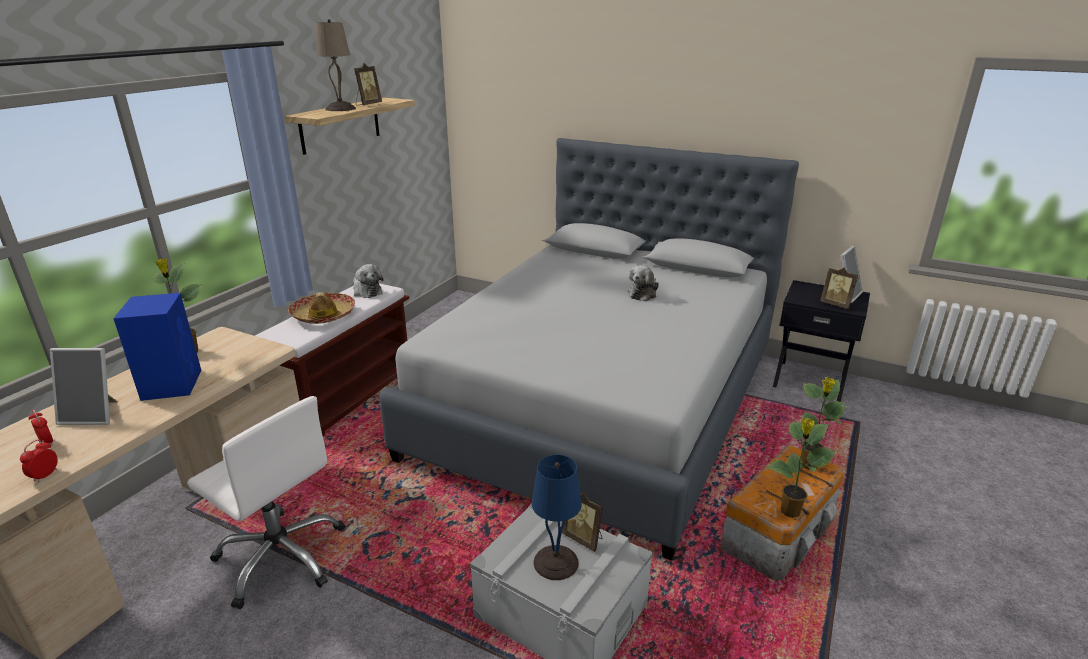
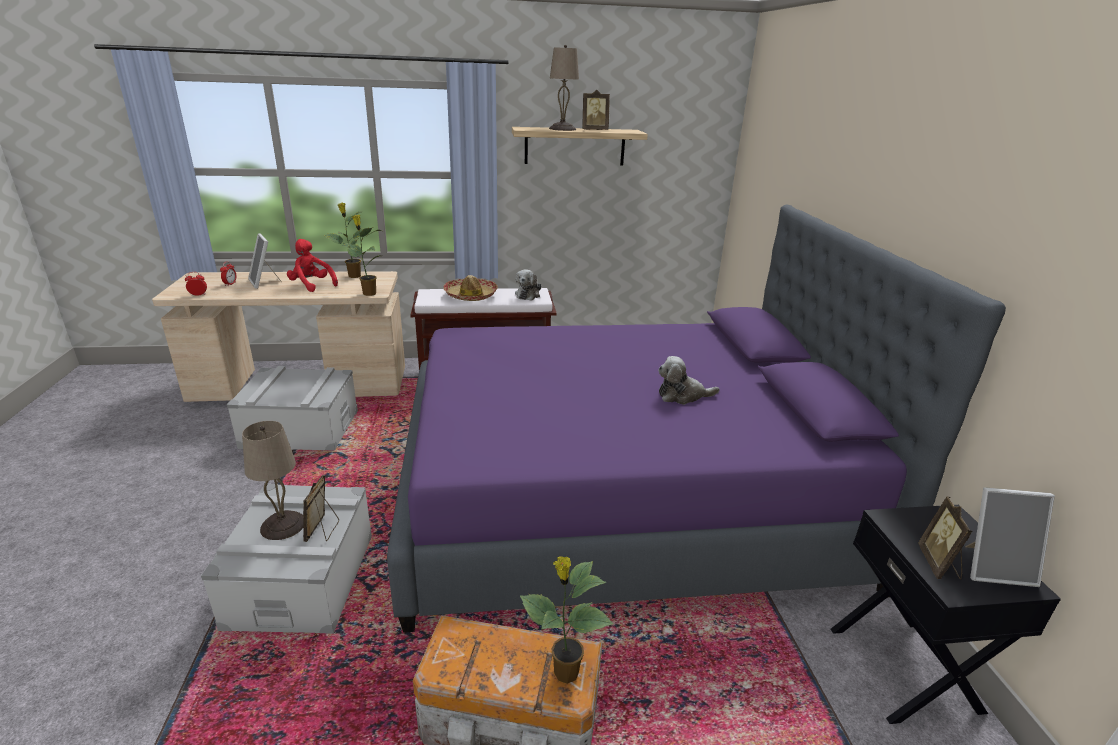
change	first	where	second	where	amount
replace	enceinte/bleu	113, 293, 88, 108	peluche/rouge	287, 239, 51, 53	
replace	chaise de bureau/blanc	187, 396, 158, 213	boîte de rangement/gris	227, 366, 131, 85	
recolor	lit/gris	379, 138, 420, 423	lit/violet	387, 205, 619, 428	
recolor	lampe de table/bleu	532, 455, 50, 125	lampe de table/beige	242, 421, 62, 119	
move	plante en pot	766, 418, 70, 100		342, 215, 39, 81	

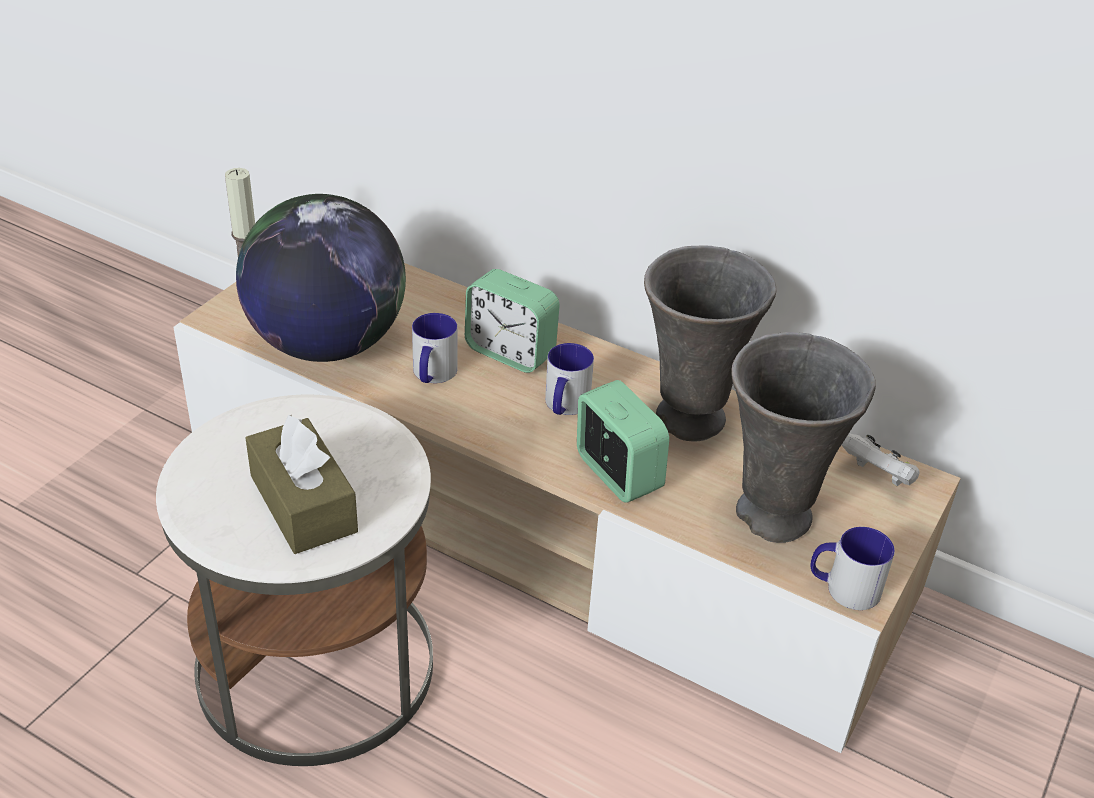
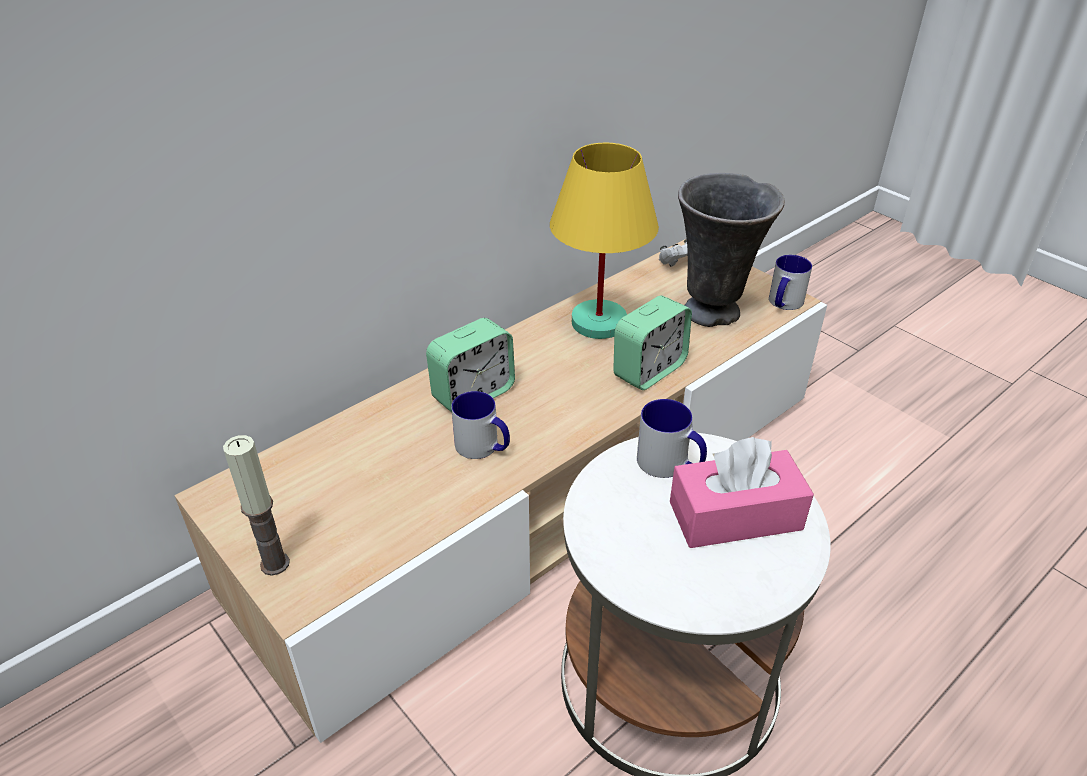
change	first	where	second	where	amount
delete	globe	236, 194, 170, 168			
recolor	boîte à mouchoirs/marron	246, 414, 112, 140	boîte à mouchoirs/rose	670, 437, 144, 111	
move	mug	545, 343, 49, 72		637, 399, 70, 79	
rotate	réveil	577, 380, 92, 123		613, 295, 79, 95	150 degrees clockwise
replace	vase/gris	644, 245, 132, 197	lampe de table/jaune	550, 143, 109, 196	

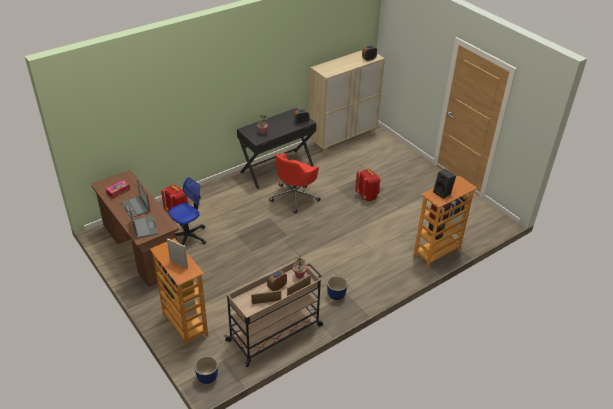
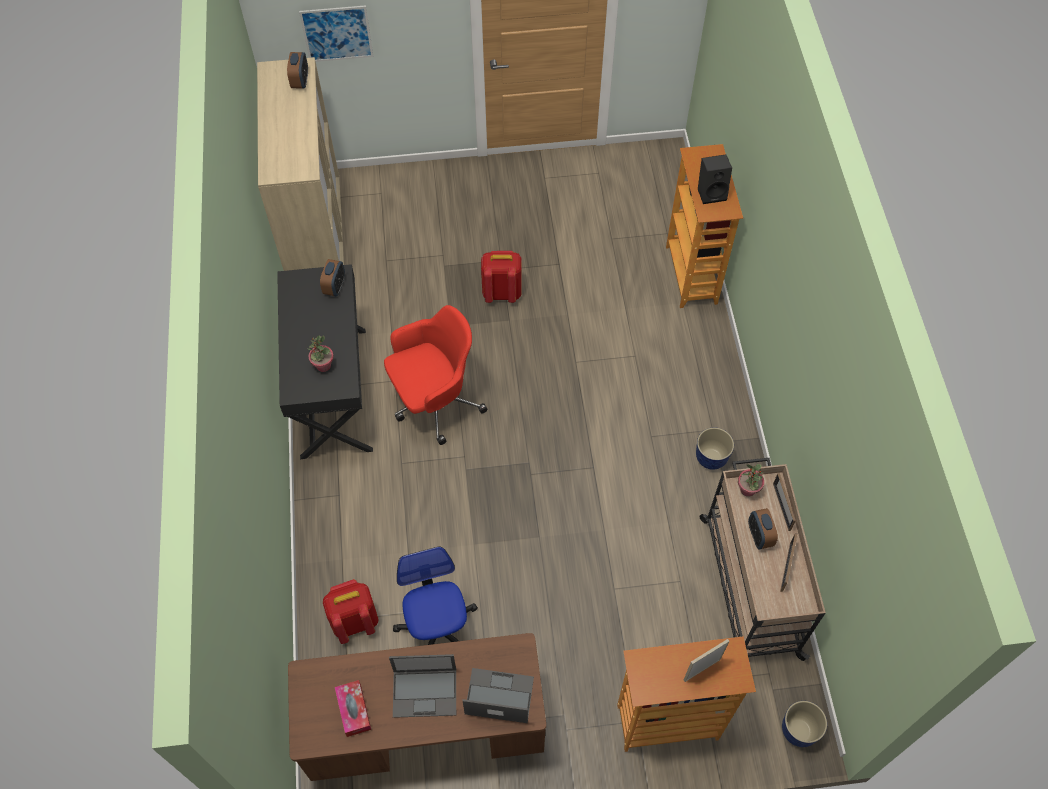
change	first	where	second	where	amount
rotate	chaise de bureau/rouge	269, 153, 52, 60		384, 305, 104, 140	90 degrees counterclockwise
insert			tableau	299, 5, 74, 57	

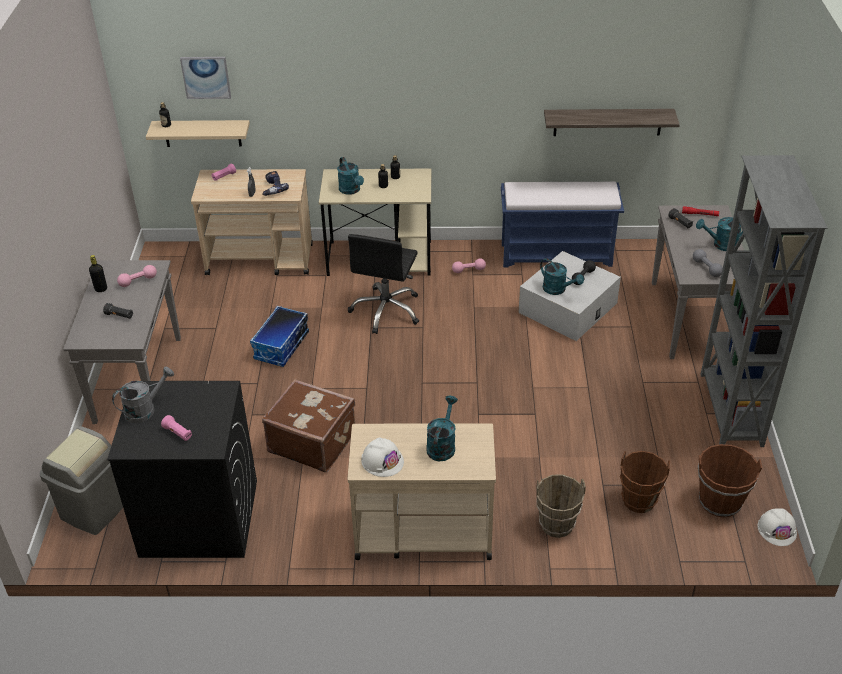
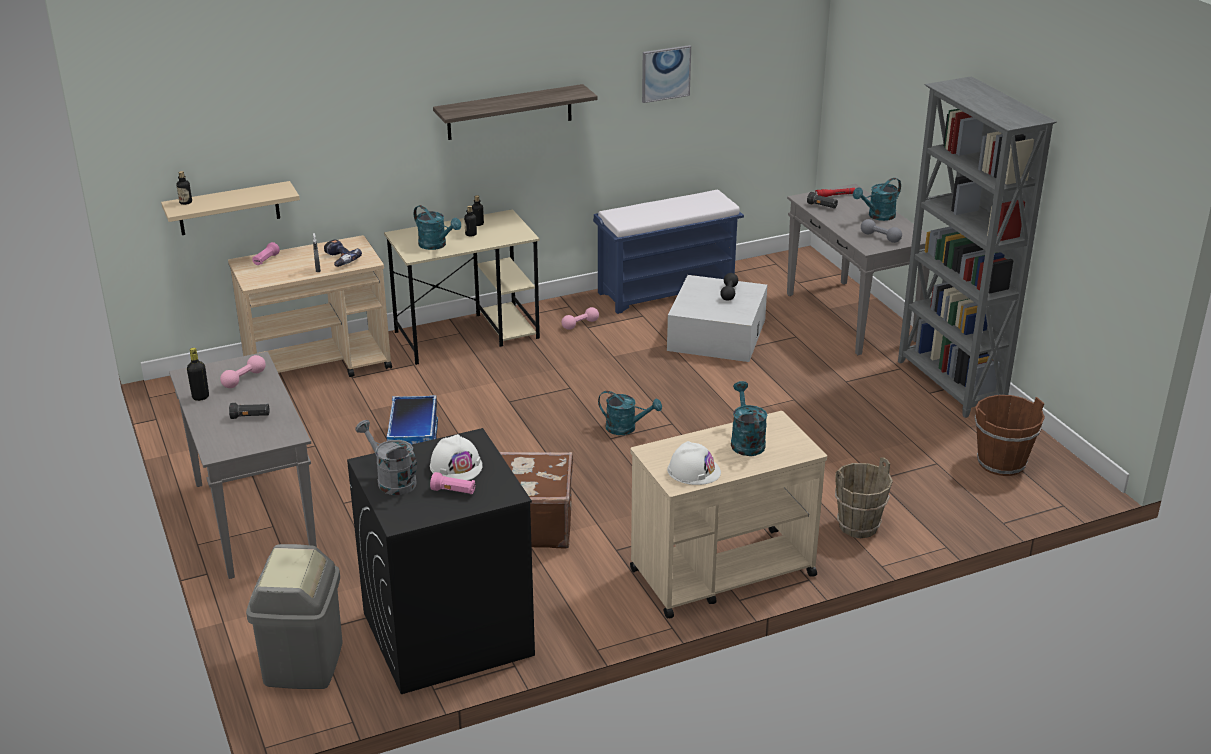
change	first	where	second	where	amount
rotate	arrosoir/gris	112, 366, 62, 57		355, 420, 62, 75	75 degrees counterclockwise
move	tableau	180, 57, 51, 42		642, 45, 49, 58	
delete	chaise de bureau/noir	348, 234, 71, 100			
move	arrosoir/turquoise	540, 258, 44, 37		598, 391, 64, 44	
move	étagère	544, 109, 136, 27		433, 84, 165, 56	
delete	seau/marron	620, 451, 50, 62			
move	casque de chantier/blanc	758, 508, 39, 38		430, 434, 53, 46	

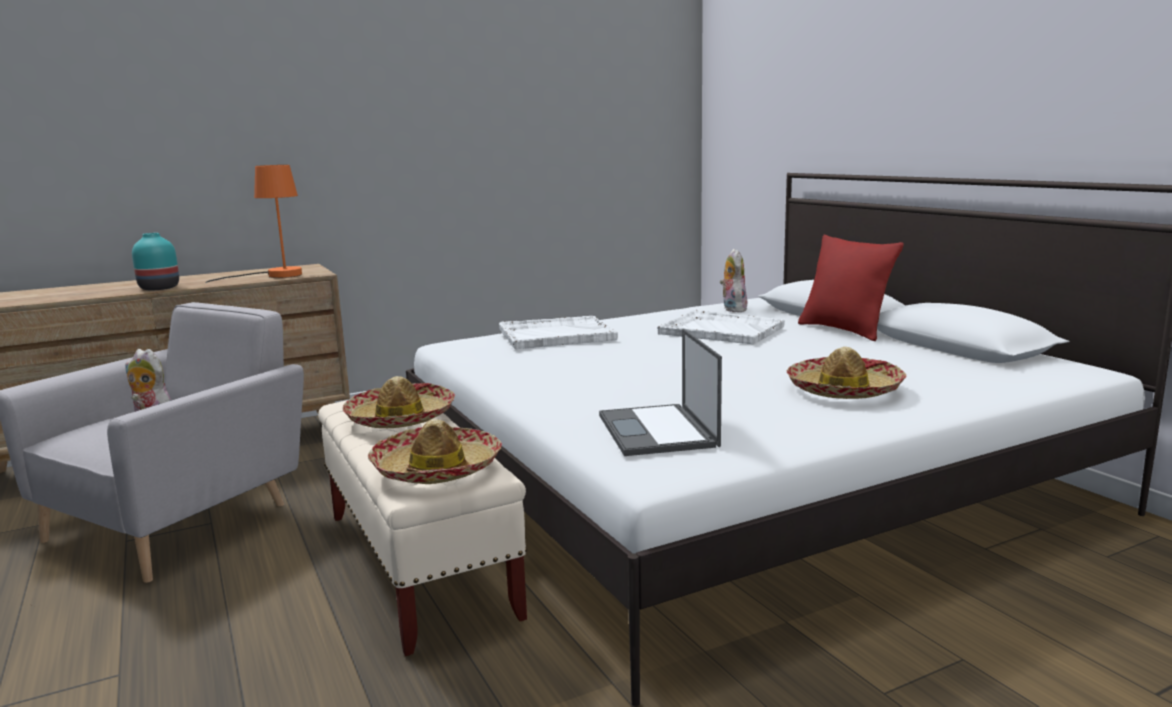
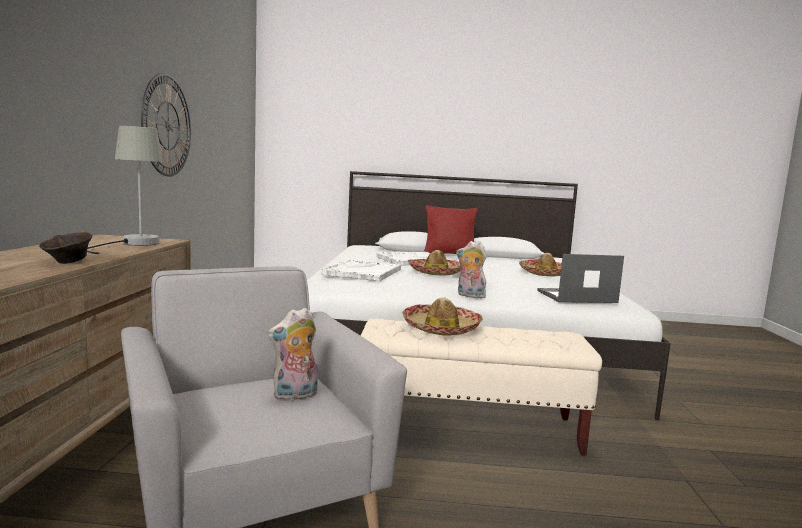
change	first	where	second	where	amount
replace	vase/turquoise	132, 233, 47, 57	bol/marron	39, 232, 53, 32	
recolor	lampe de table/orange	205, 165, 97, 118	lampe de table/gris	87, 126, 76, 128	
move	chapeau	368, 419, 134, 65		408, 250, 52, 25	
rotate	ordinateur portable	599, 329, 123, 127		537, 254, 87, 49	150 degrees clockwise
move	peluche	720, 249, 27, 63		456, 241, 31, 57	
insert			horloge murale	141, 73, 50, 104	

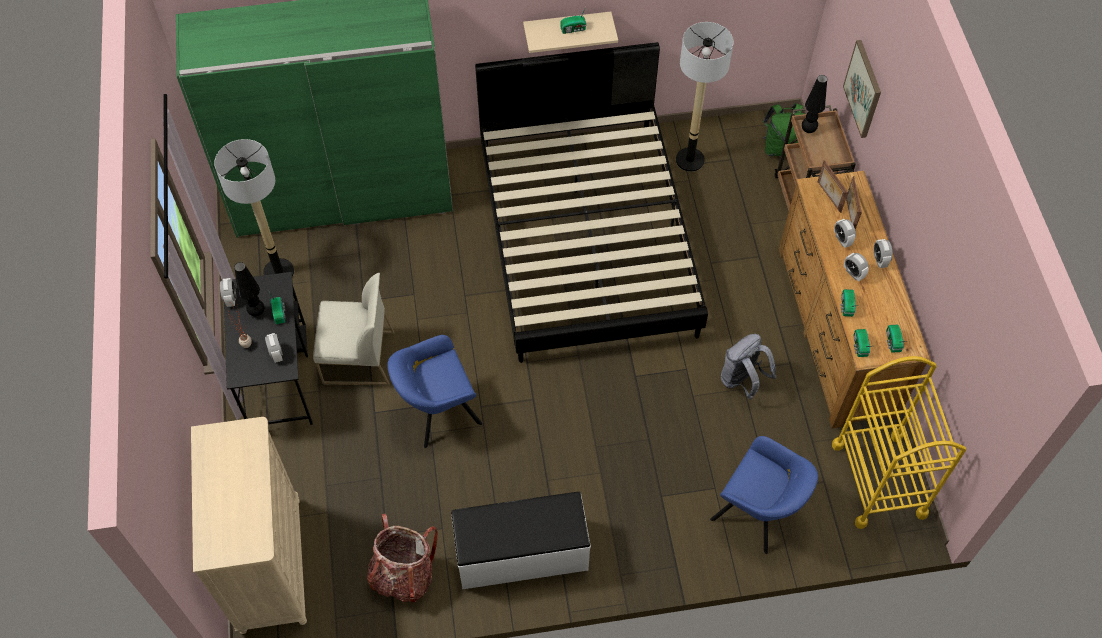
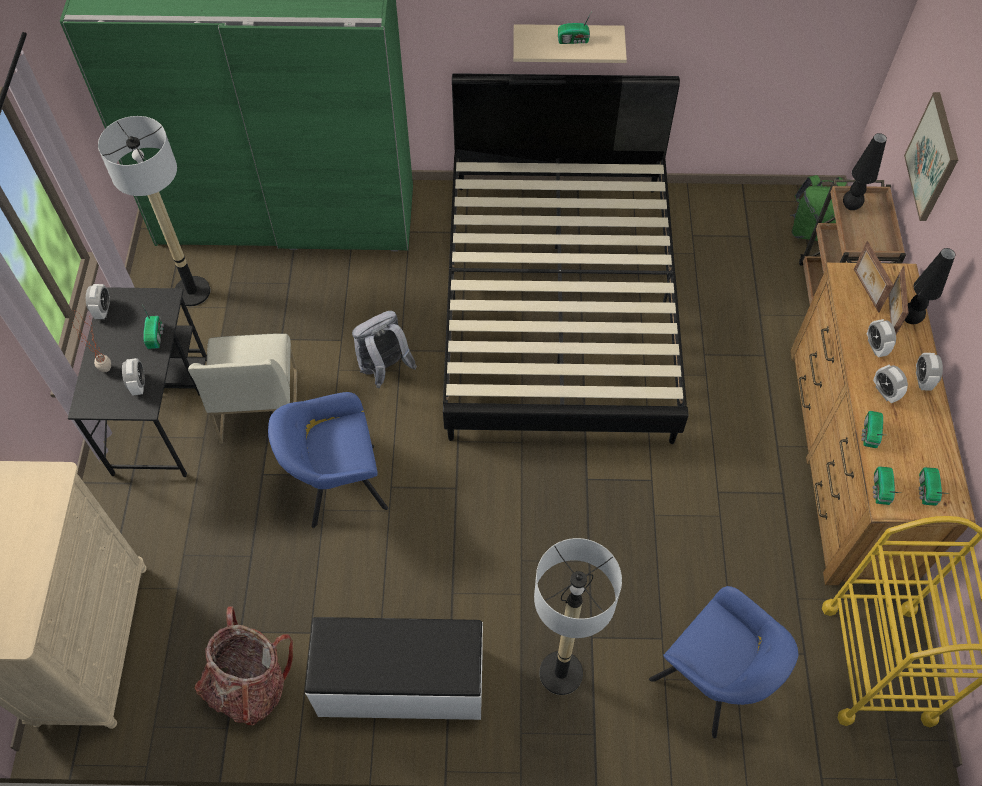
change	first	where	second	where	amount
move	lampe de table/noir	234, 262, 30, 54		905, 248, 50, 76	
rotate	chaise/blanc	313, 273, 81, 112		188, 333, 109, 111	75 degrees clockwise
move	lampadaire	676, 22, 58, 150		534, 538, 88, 157	
move	sac à dos/gris	721, 334, 55, 66		352, 311, 65, 77	

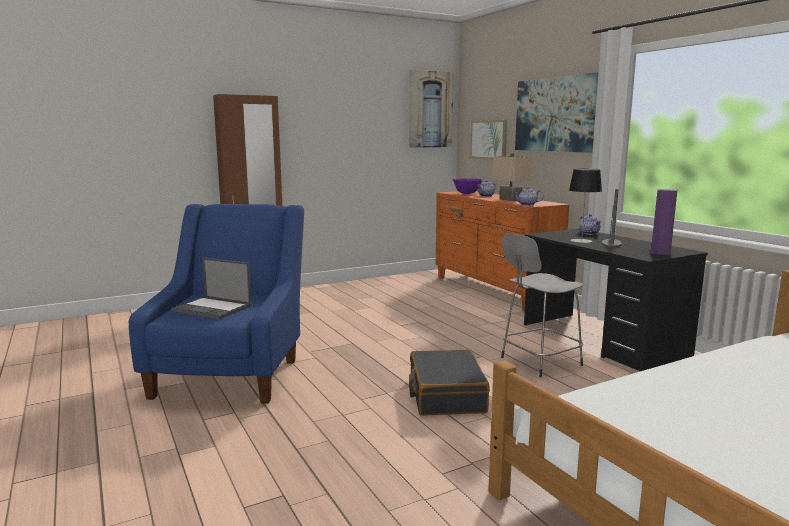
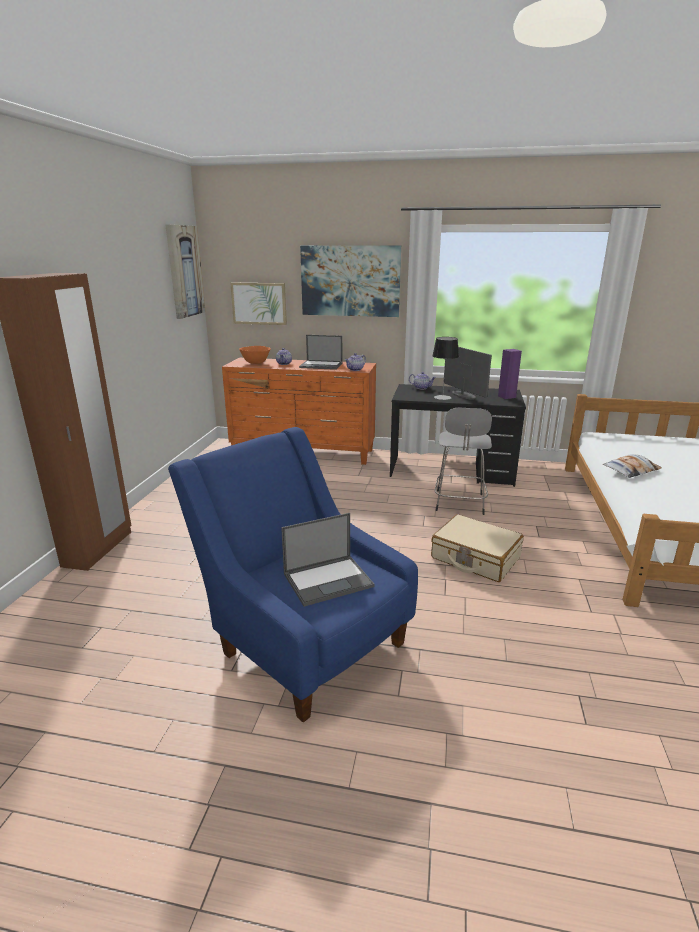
change	first	where	second	where	amount
recolor	valise/noir	409, 349, 81, 66	valise/beige	431, 514, 93, 68	
recolor	bol/violet	453, 178, 29, 16	bol/orange	239, 346, 32, 18	
replace	lampe de table/beige	493, 153, 38, 48	ordinateur portable	299, 335, 43, 35	
insert			coussin	603, 454, 59, 24	

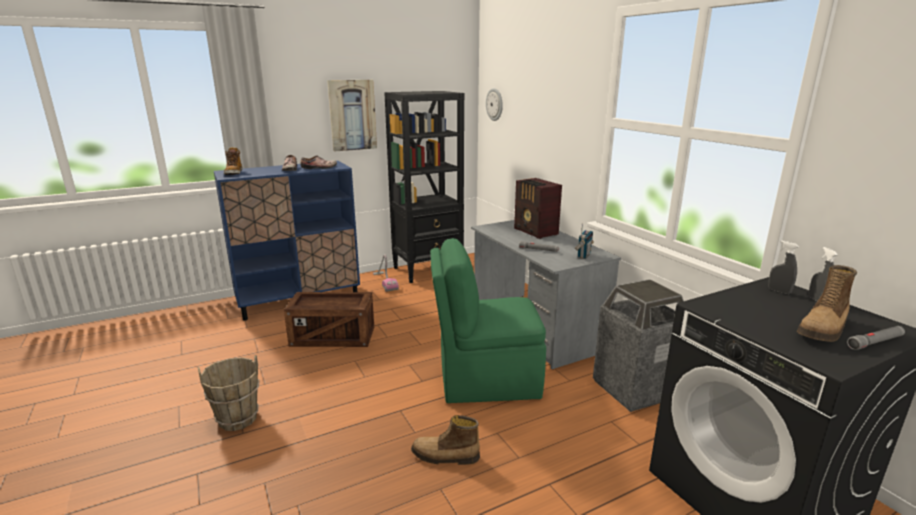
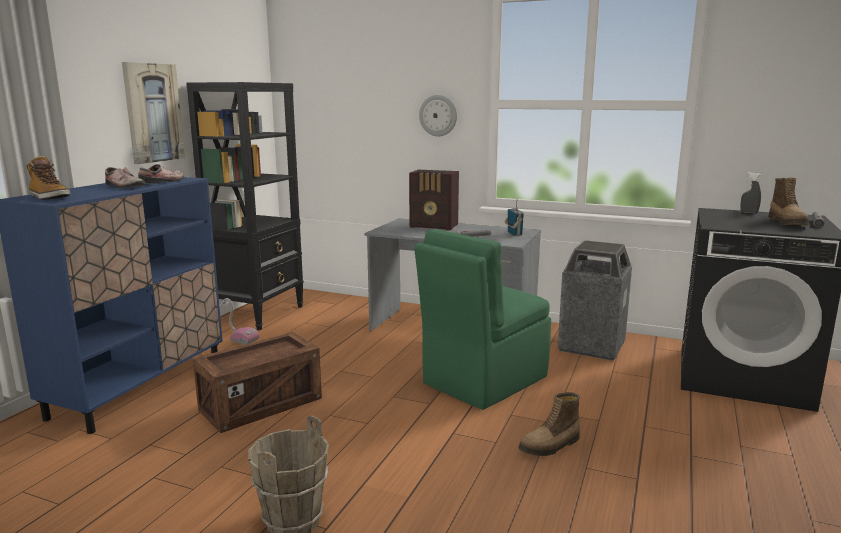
change	first	where	second	where	amount
move	horloge murale	486, 88, 17, 33		419, 95, 38, 41	
delete	vaporisateur/gris	768, 240, 31, 54			

